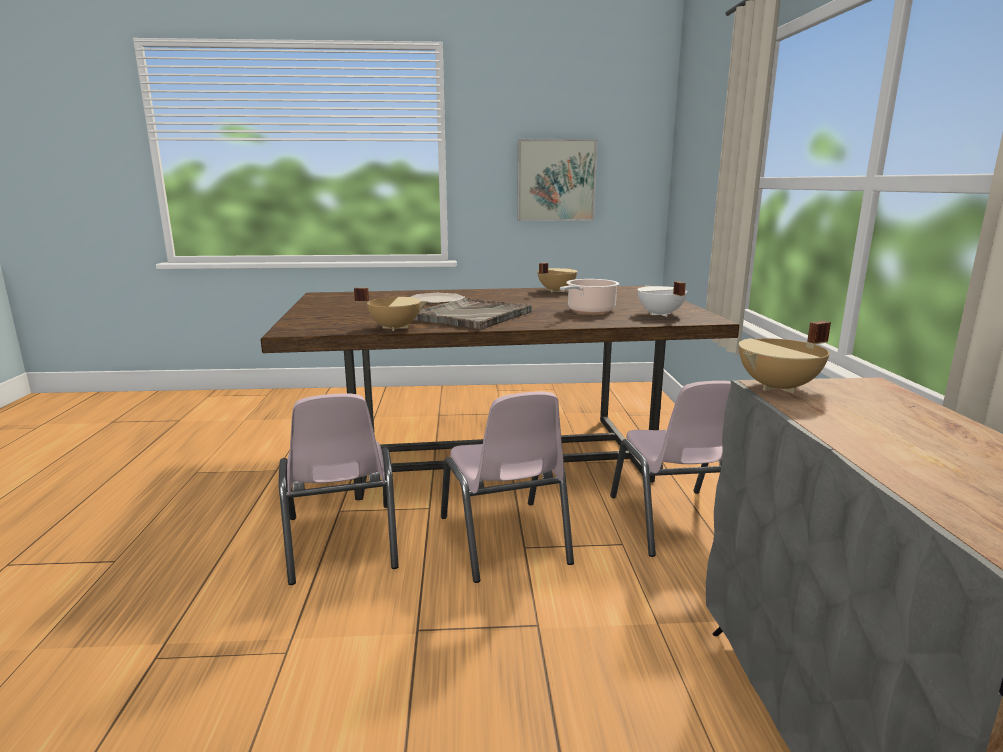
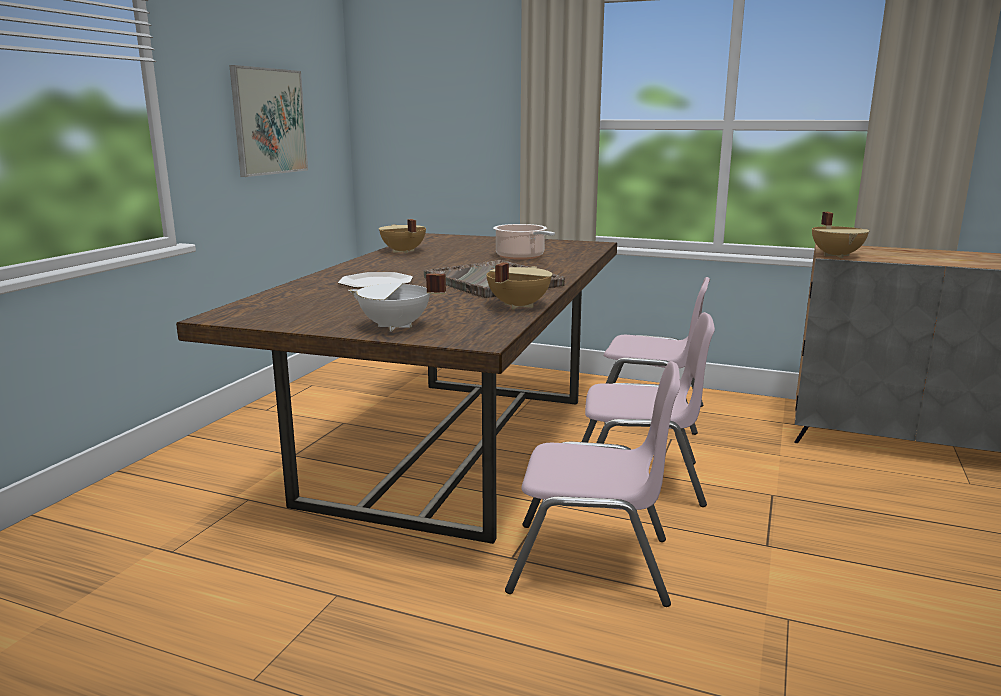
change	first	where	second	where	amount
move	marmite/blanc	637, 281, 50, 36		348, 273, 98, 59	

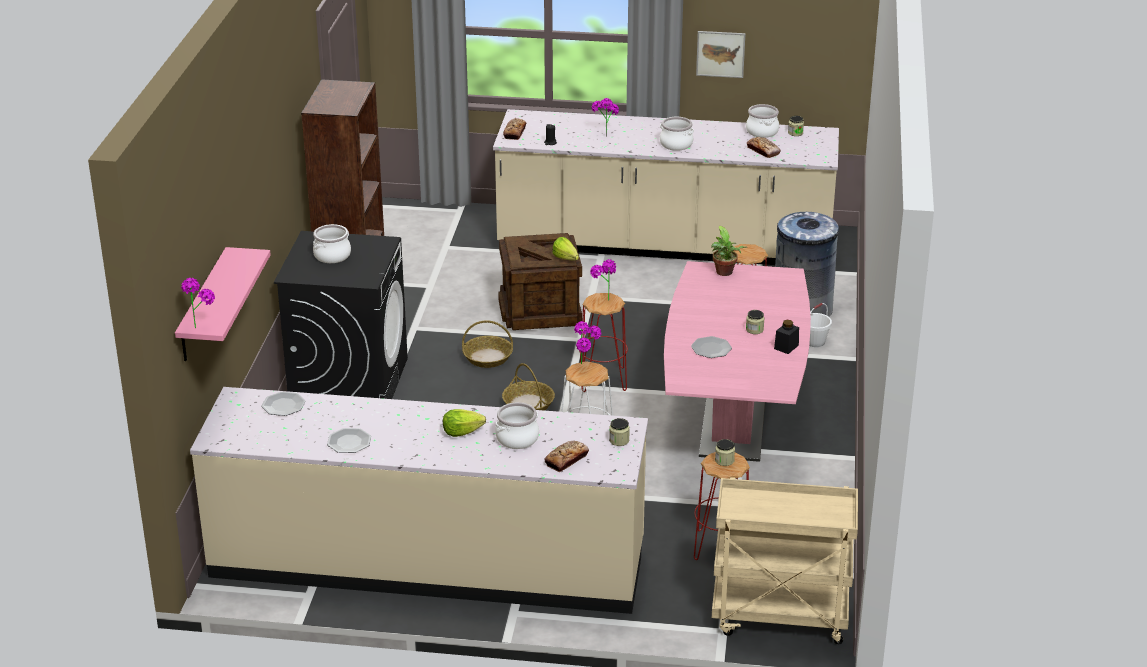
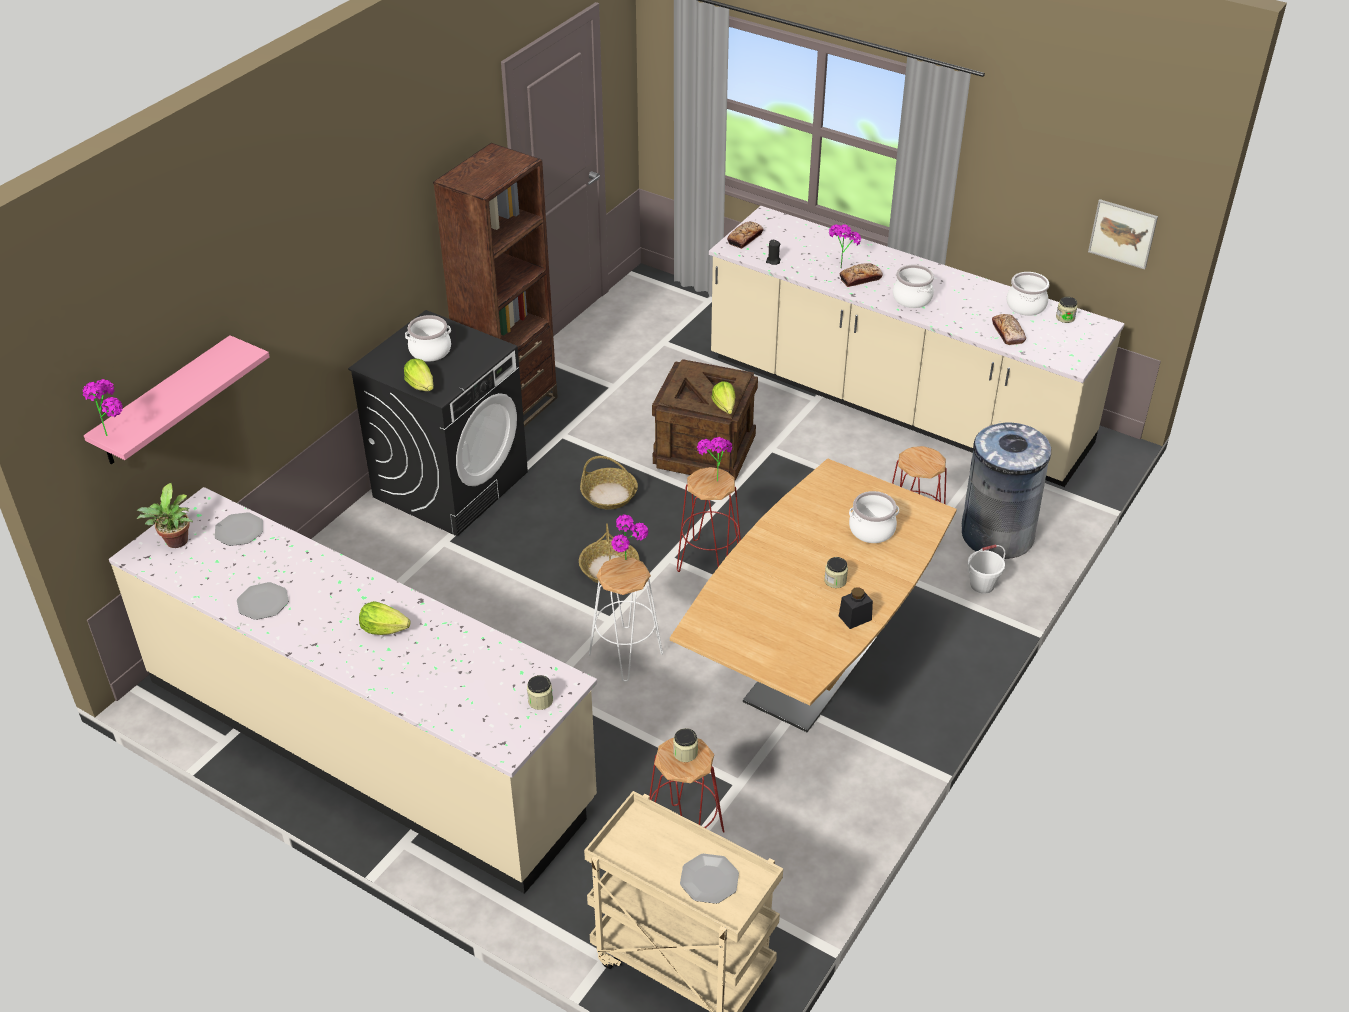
change	first	where	second	where	amount
move	marmite	495, 402, 44, 47		849, 491, 50, 52	
move	pain	544, 440, 45, 32		840, 263, 43, 24	
recolor	table à manger/rose	664, 261, 147, 201	table à manger/marron	670, 458, 287, 274	
move	assiette	691, 336, 41, 22		680, 854, 59, 50	
move	tableau	696, 31, 50, 47		1088, 199, 70, 71	
move	plante en pot	711, 226, 36, 50		137, 483, 56, 65	
insert			laitue	404, 359, 30, 32	

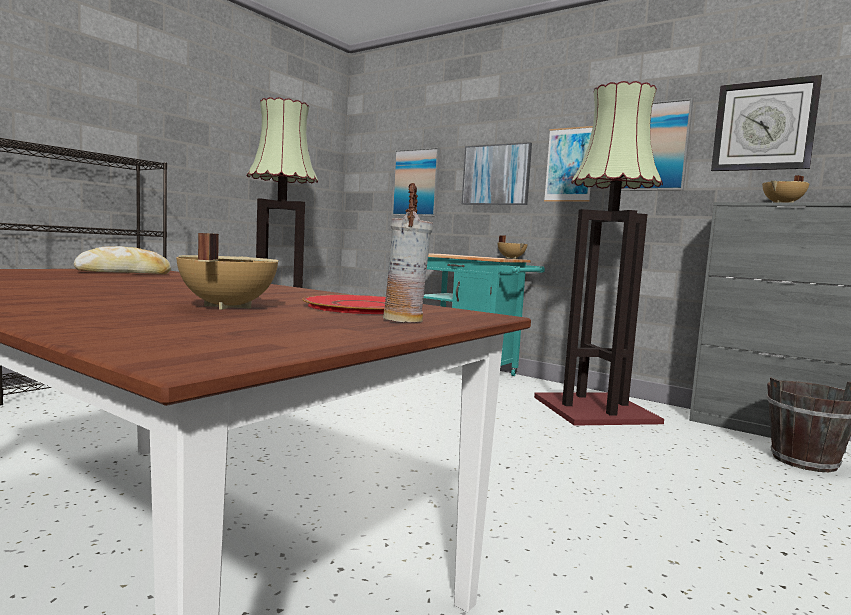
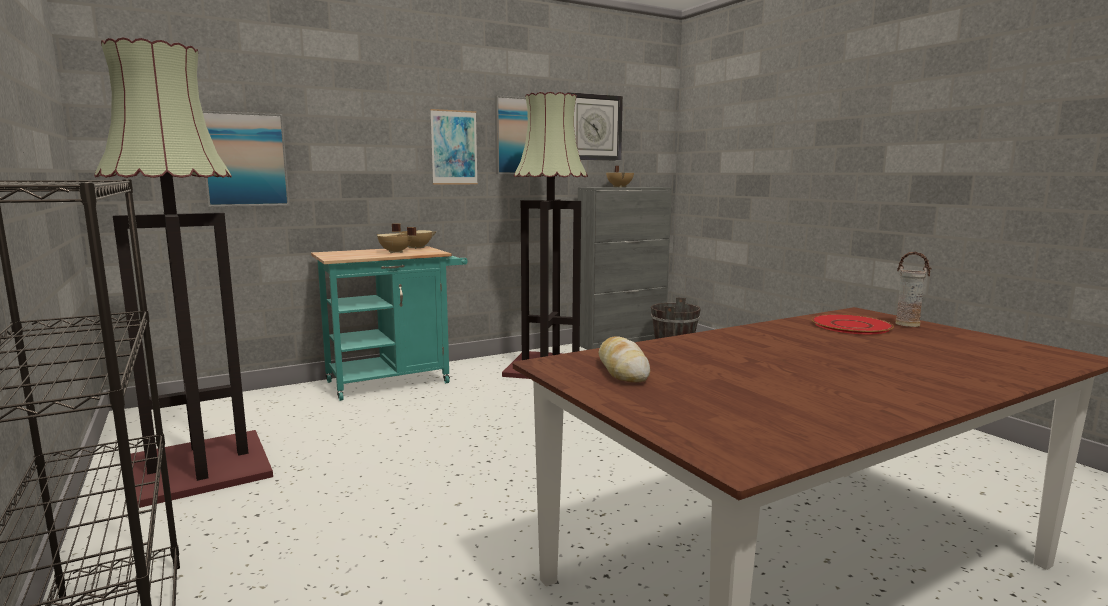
change	first	where	second	where	amount
move	marmite/beige	176, 233, 103, 77		377, 227, 40, 26	
delete	tableau	462, 142, 70, 63			

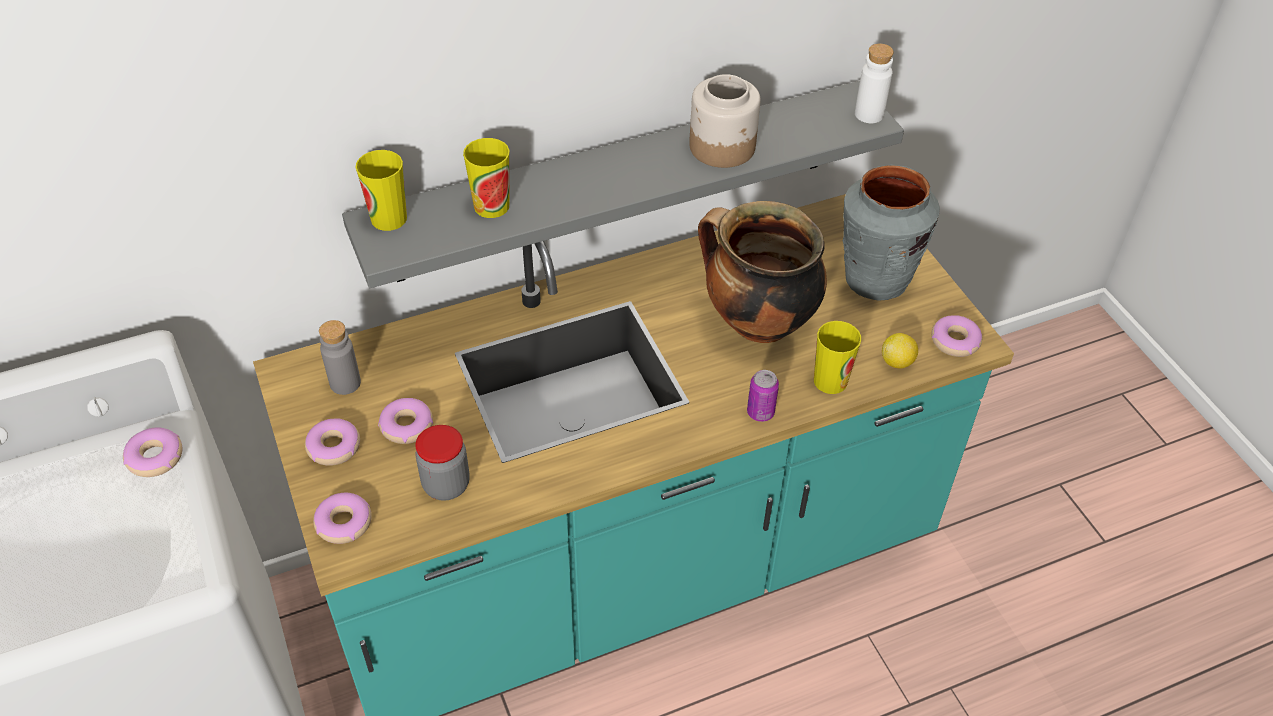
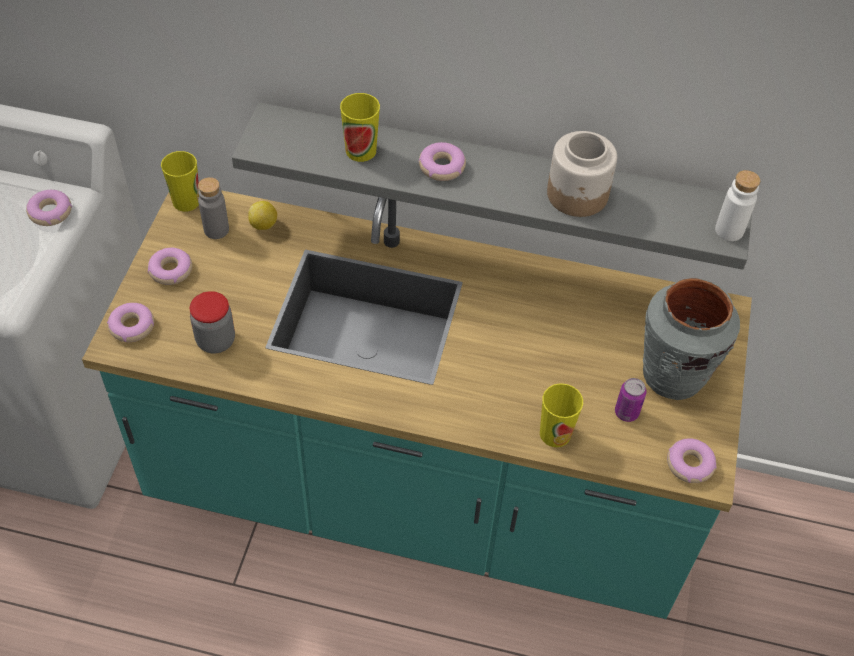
change	first	where	second	where	amount
move	tasse	356, 150, 51, 81		161, 151, 38, 61	
move	beignet	378, 398, 55, 46		419, 142, 47, 39	
delete	marmite	698, 201, 129, 142			
move	boîte métallique	747, 370, 32, 52		615, 378, 32, 44	
move	citron	882, 333, 36, 36		248, 201, 29, 29	

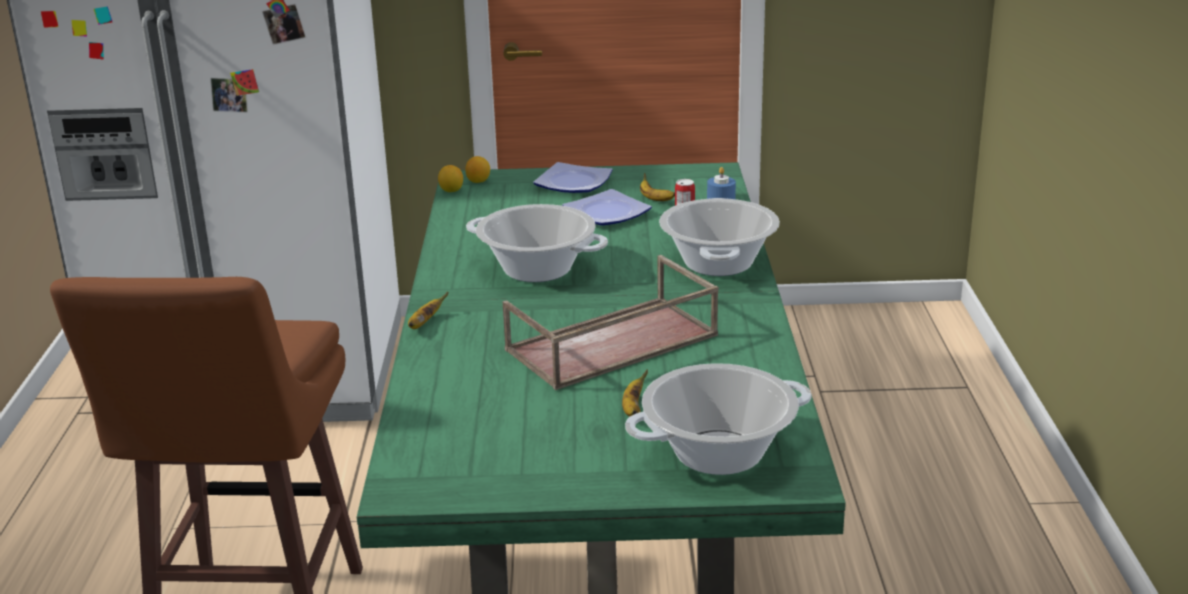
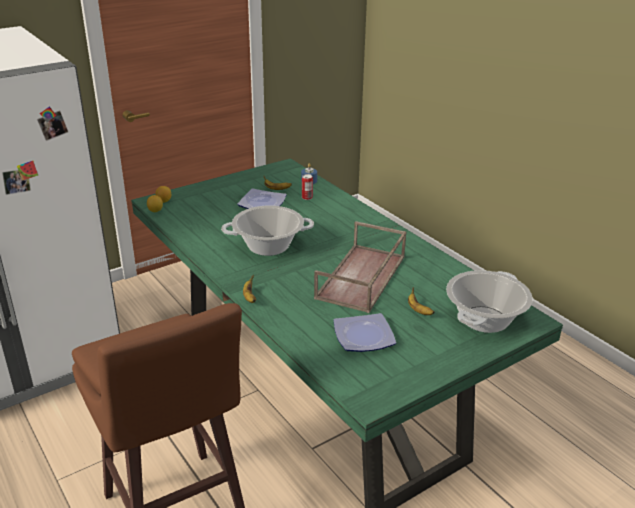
change	first	where	second	where	amount
move	assiette	533, 162, 80, 31		333, 313, 63, 39	
delete	marmite	659, 198, 121, 78			

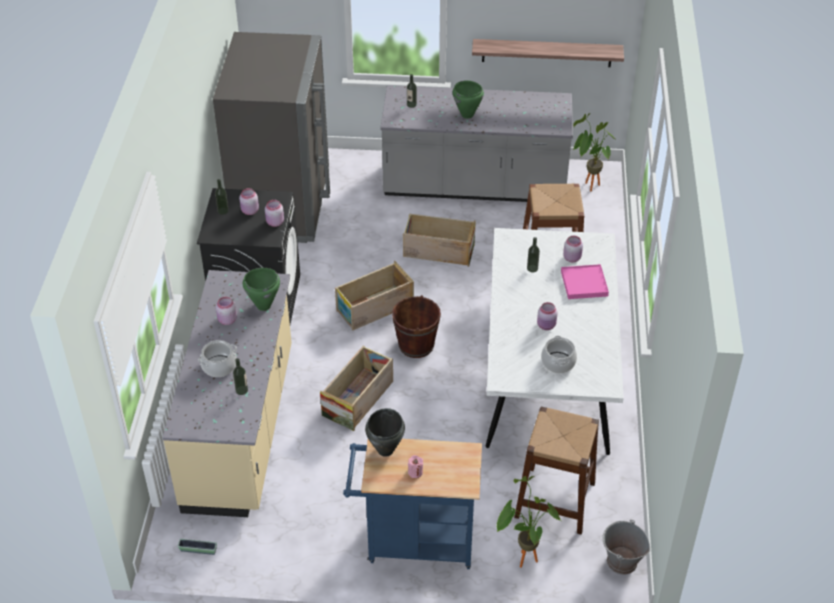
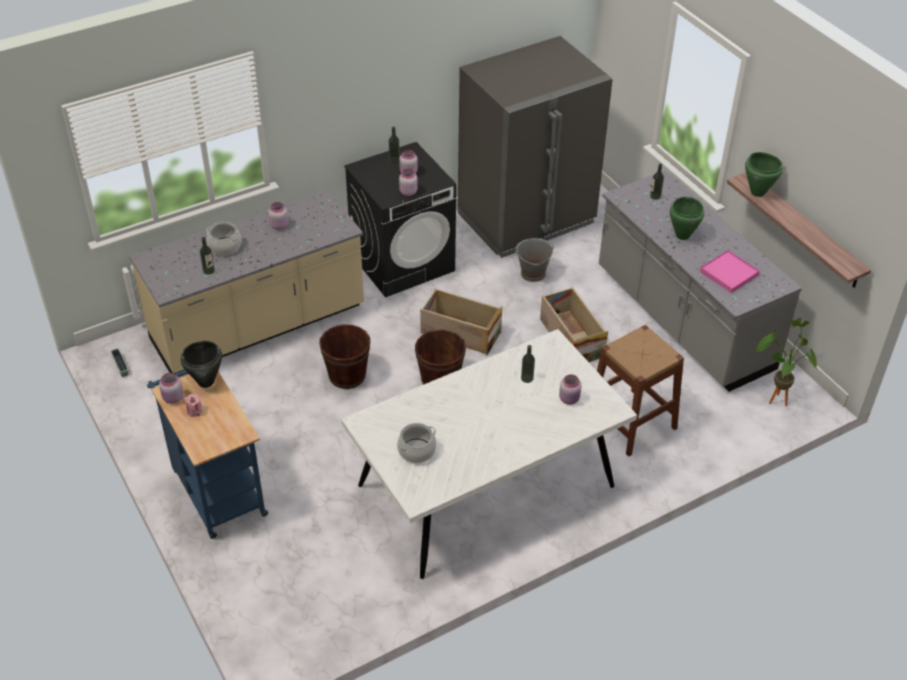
change	first	where	second	where	amount
move	marmite/vert	243, 268, 37, 43		745, 152, 38, 45	
replace	caisse	320, 345, 73, 86	seau/marron	319, 324, 52, 65	
delete	plante en pot	497, 476, 64, 92			
delete	tabouret/marron	514, 407, 85, 128			
move	bocal/rose	537, 302, 20, 28		159, 373, 24, 31	
move	plateau/rose	561, 264, 48, 35		700, 250, 60, 43	
move	seau/gris	602, 520, 48, 55		515, 238, 39, 44	

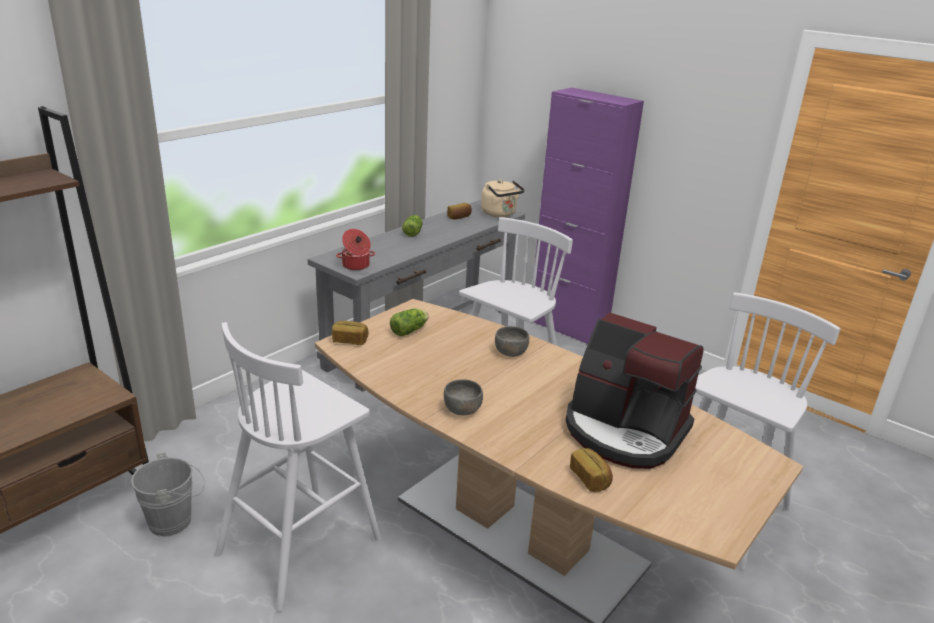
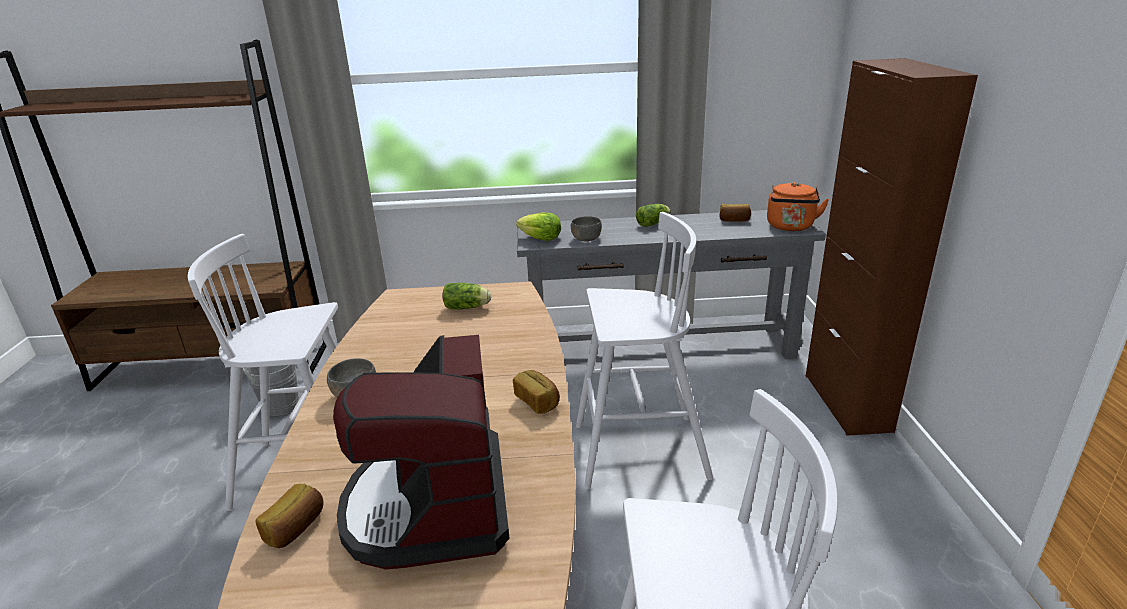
change	first	where	second	where	amount
move	pain	332, 321, 37, 24		513, 370, 47, 44	
replace	marmite	336, 229, 39, 41	laitue	516, 213, 45, 28	
recolor	bouilloire/beige	481, 180, 44, 37	bouilloire/orange	767, 182, 62, 49	
move	bol/gris	495, 326, 34, 31		571, 216, 31, 25	
recolor	meuble de rangement/violet	534, 88, 110, 256	meuble de rangement/marron	806, 58, 172, 378	

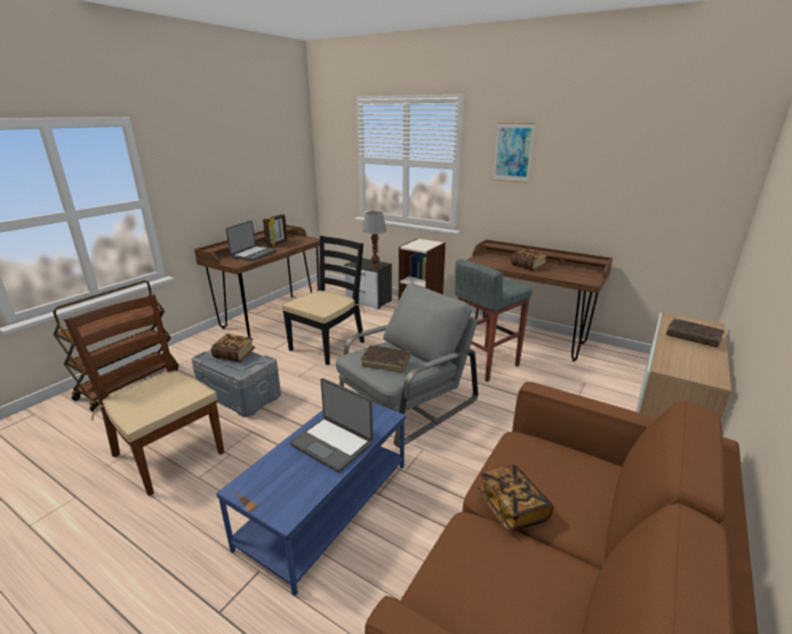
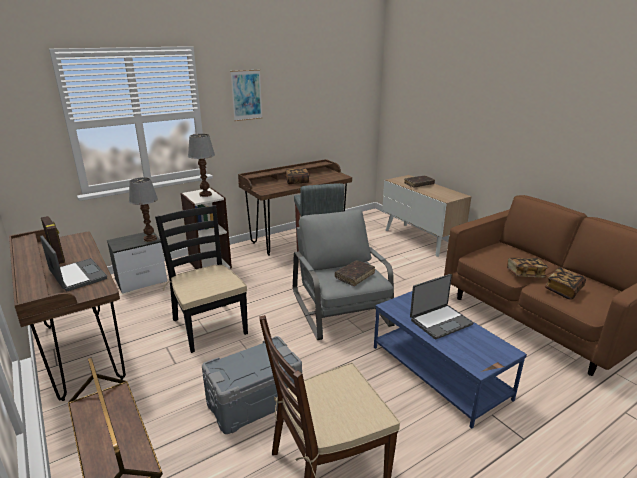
change	first	where	second	where	amount
move	livre	211, 334, 44, 28		545, 267, 41, 33	
insert			lampe de table	188, 134, 27, 63	

